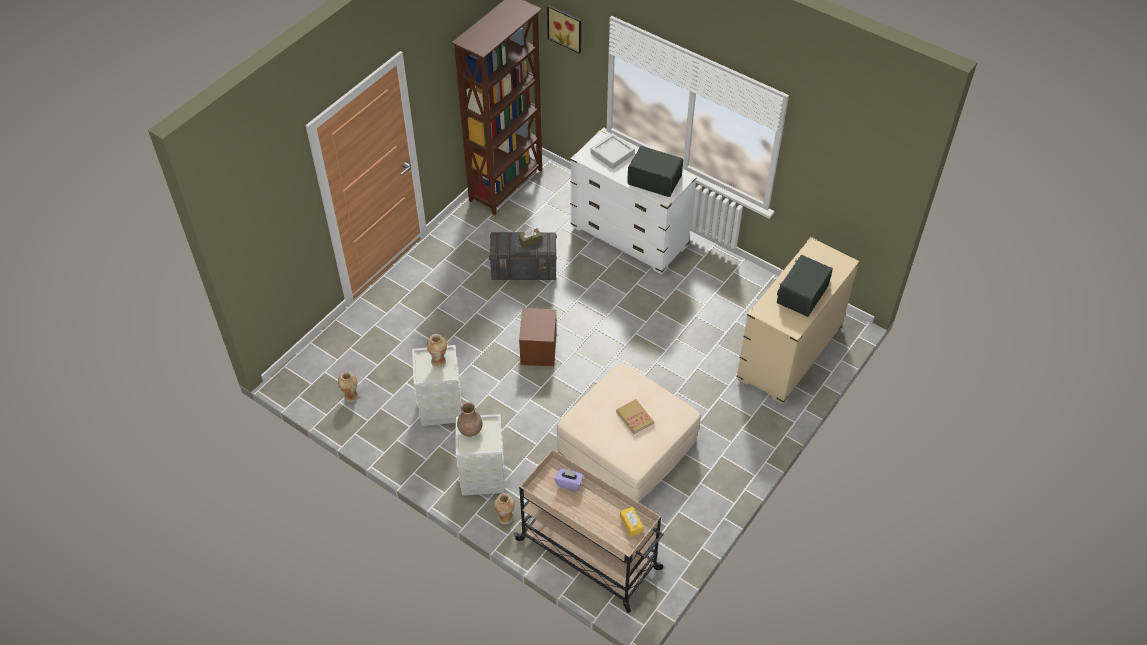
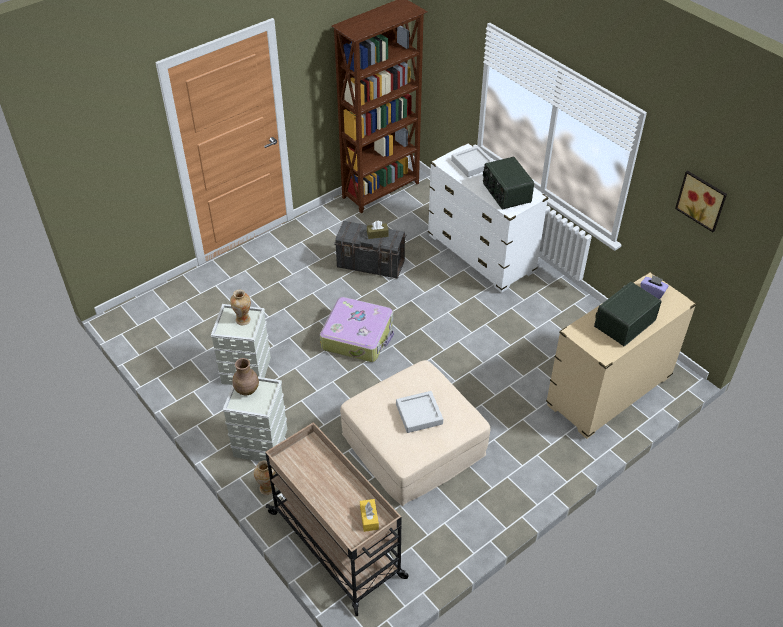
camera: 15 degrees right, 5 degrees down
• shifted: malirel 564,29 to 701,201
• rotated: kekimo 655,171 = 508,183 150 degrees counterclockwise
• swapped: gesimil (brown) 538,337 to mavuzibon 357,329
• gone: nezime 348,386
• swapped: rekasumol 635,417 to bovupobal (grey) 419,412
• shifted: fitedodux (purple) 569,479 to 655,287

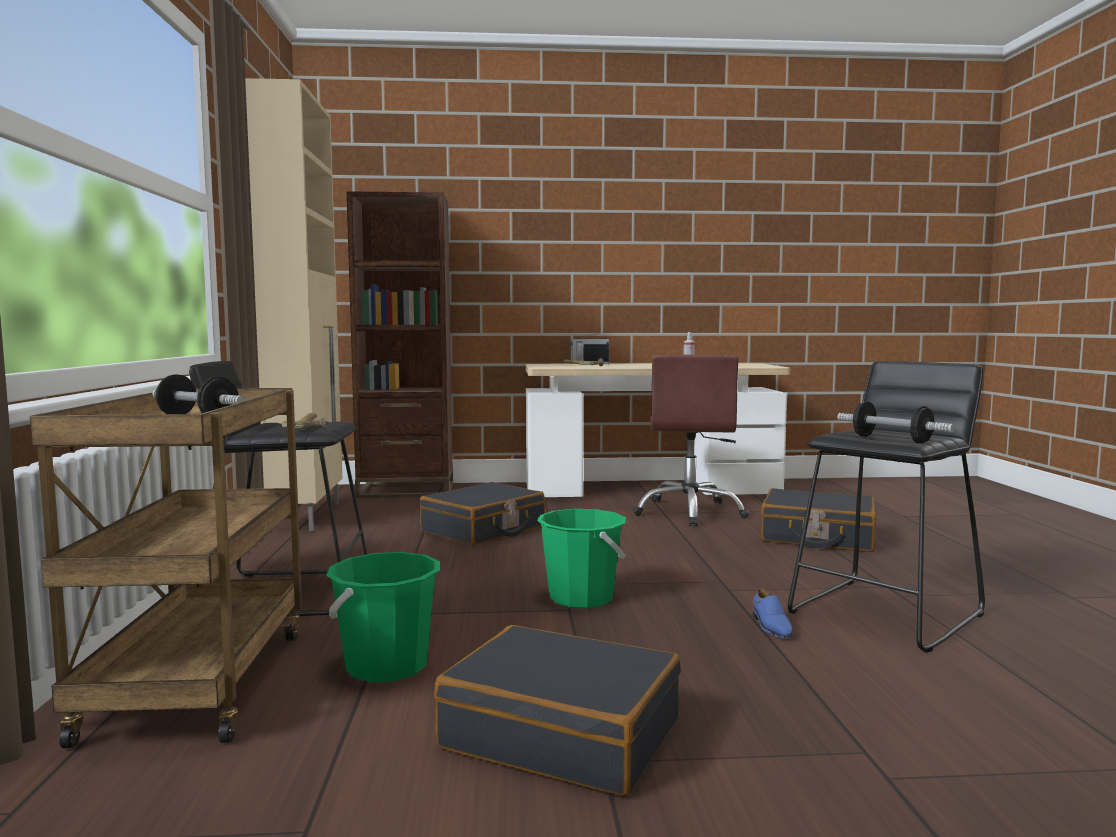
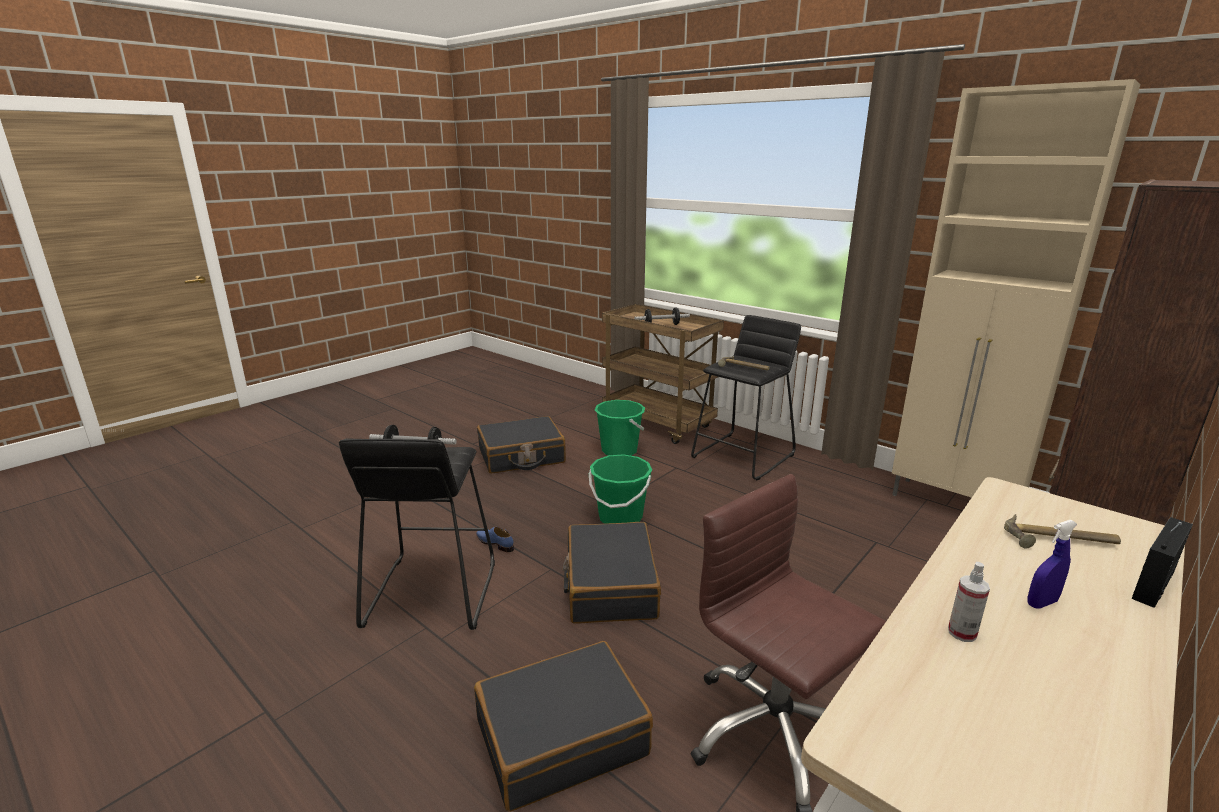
camera: 135 degrees right, 15 degrees up
• shifted: mavuzibon (black) 482,513 to 611,573
• new: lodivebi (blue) 1052,564

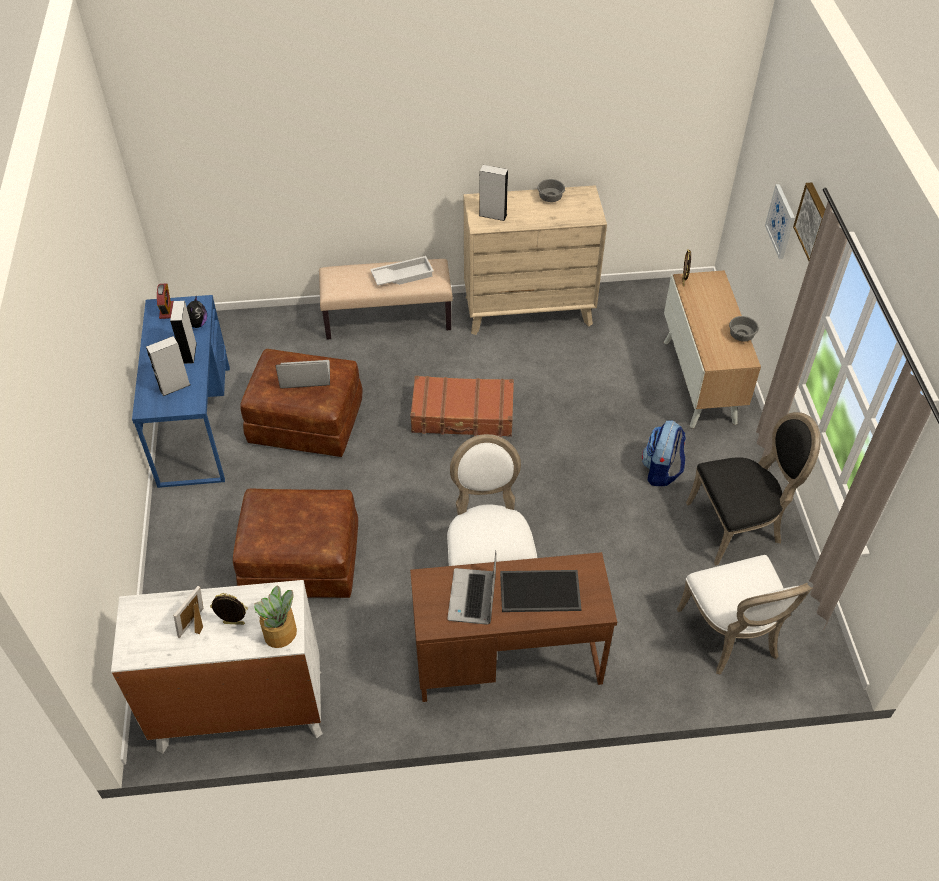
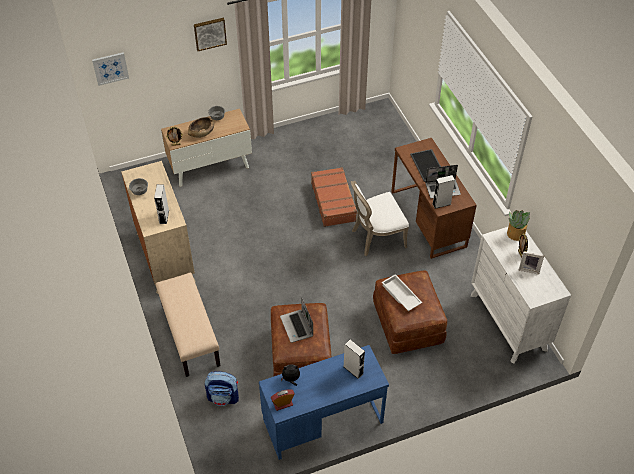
camera: 105 degrees left, 0 degrees up
• shifted: malirel 780,221 to 110,69
• shifted: bovupobal (white) 402,271 to 402,292
• shifted: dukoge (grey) 183,332 to 444,192
• shifted: mavuzibon (brown) 462,406 to 334,197
• gone: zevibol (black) 753,488
• shifted: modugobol 664,453 to 222,388
• gone: zevibol (white) 745,615
• new: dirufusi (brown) 201,127

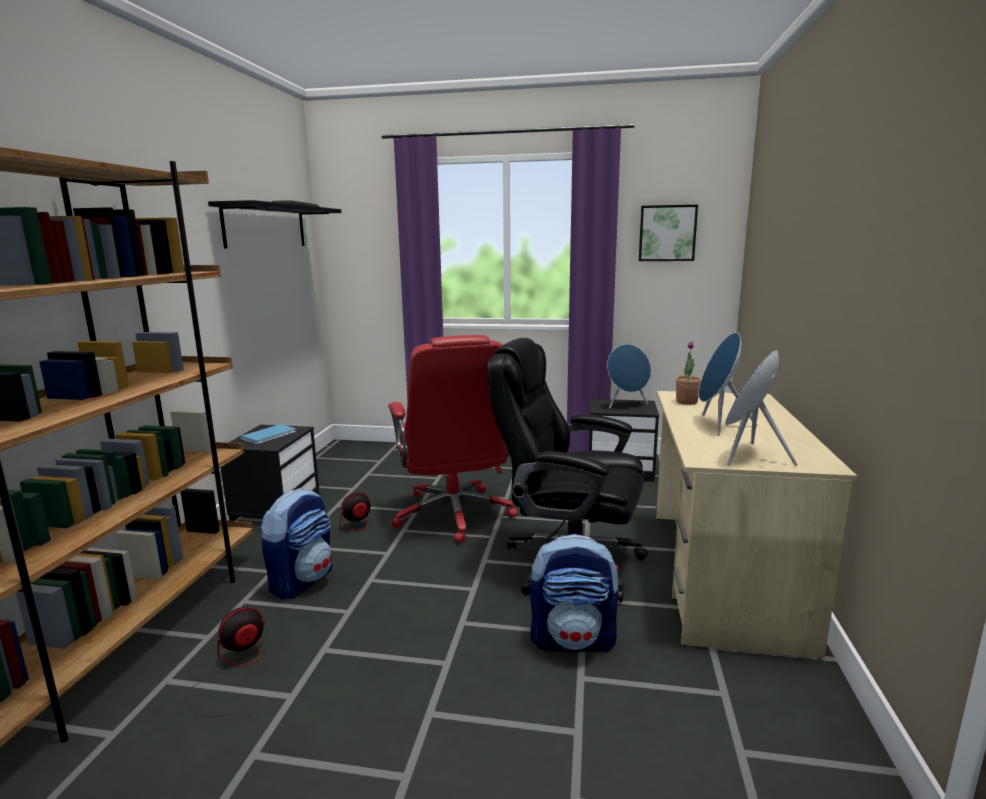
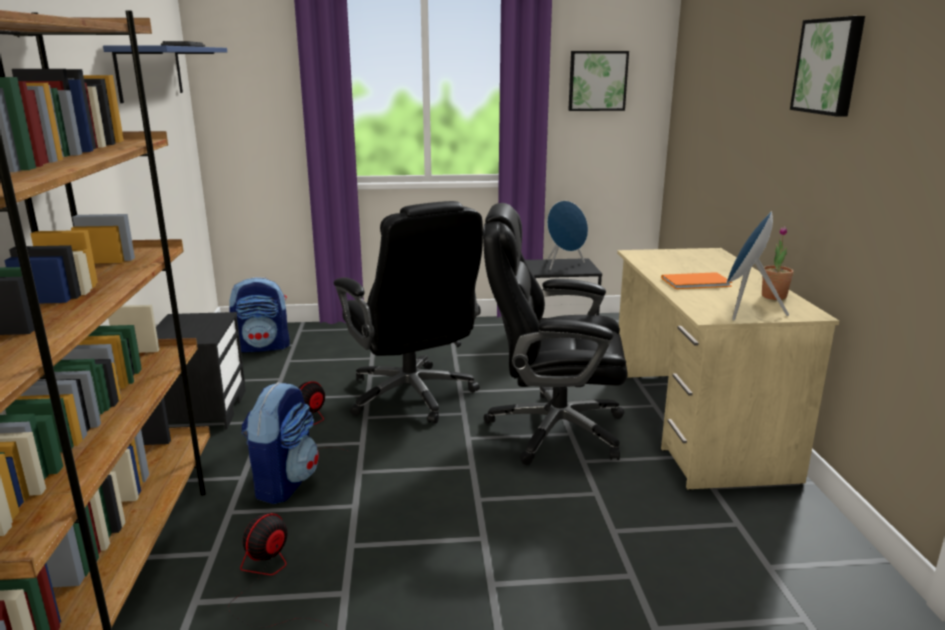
camera: 15 degrees left, 5 degrees up
• repainted: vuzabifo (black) 275,224 to vuzabifo (blue) 165,74
• swapped: dukoge (blue) 728,384 to rekasumol (orange) 696,280
• repainted: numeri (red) 452,439 to numeri (black) 408,312
• shifted: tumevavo 688,373 to 777,263
• gone: rekasumol (blue) 268,434
• shifted: modugobol 575,593 to 259,314
• new: malirel 827,66

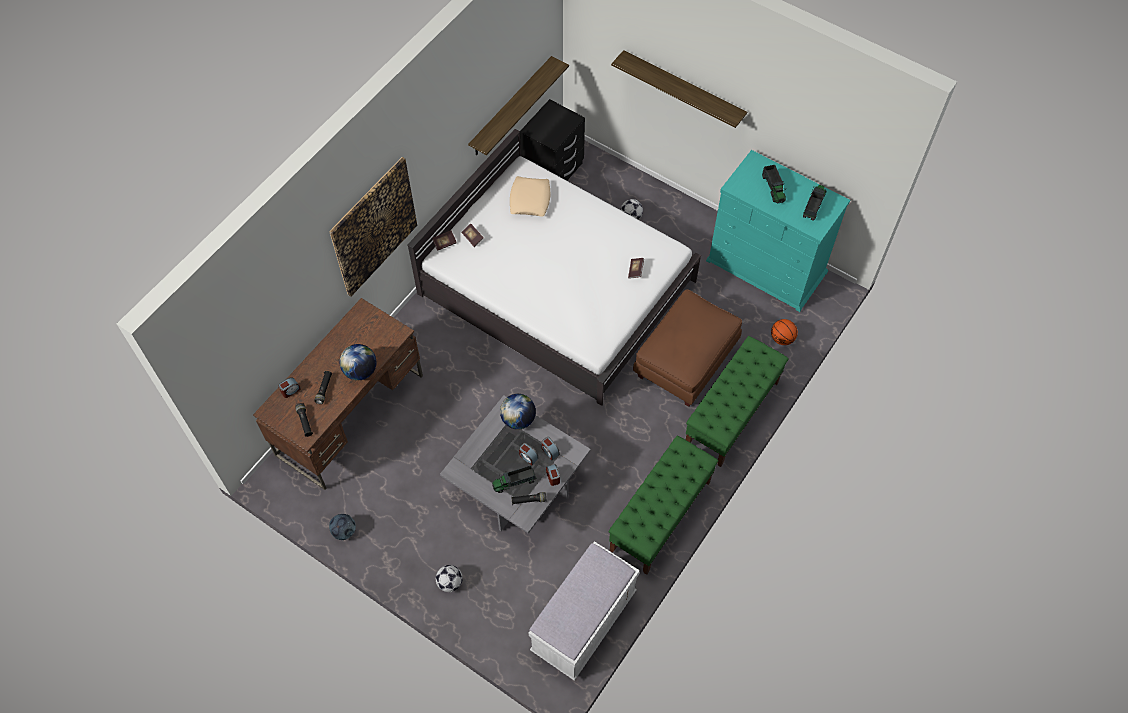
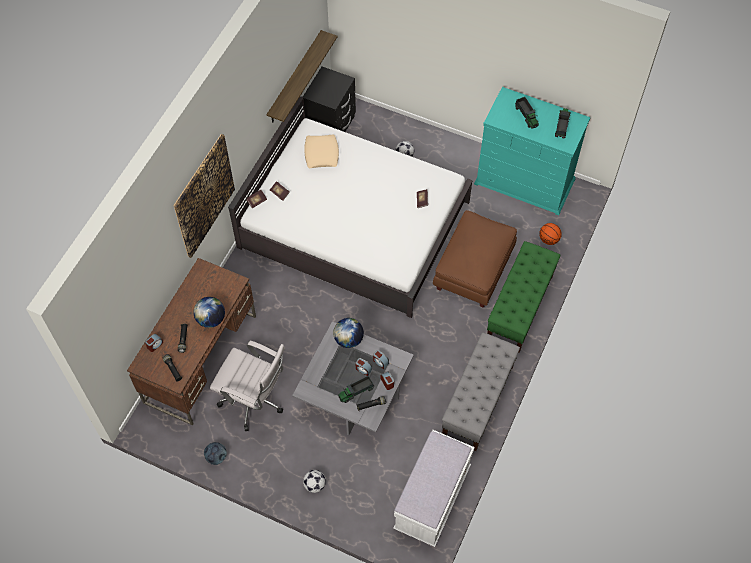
camera: 10 degrees left, 0 degrees up
• gone: vuzabifo 679,89
• repainted: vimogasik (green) 663,505 to vimogasik (grey) 481,391
• new: numeri (white) 247,386

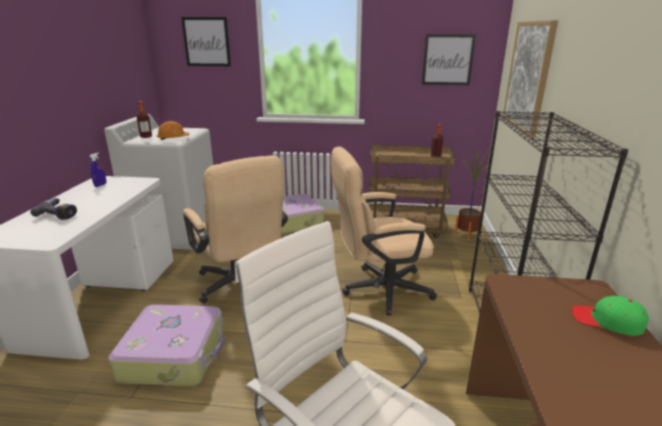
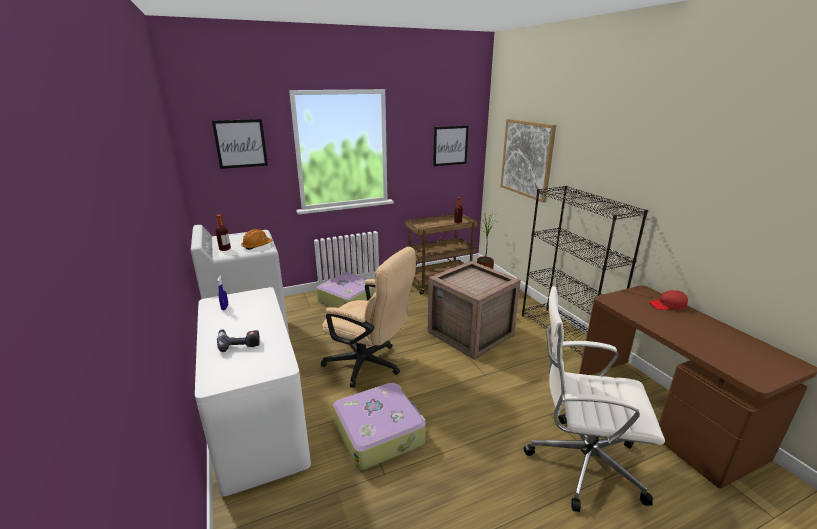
camera: 30 degrees left, 0 degrees up
• swapped: numeri (beige) 384,231 to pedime 474,310
• repainted: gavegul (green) 610,316 to gavegul (red) 668,300

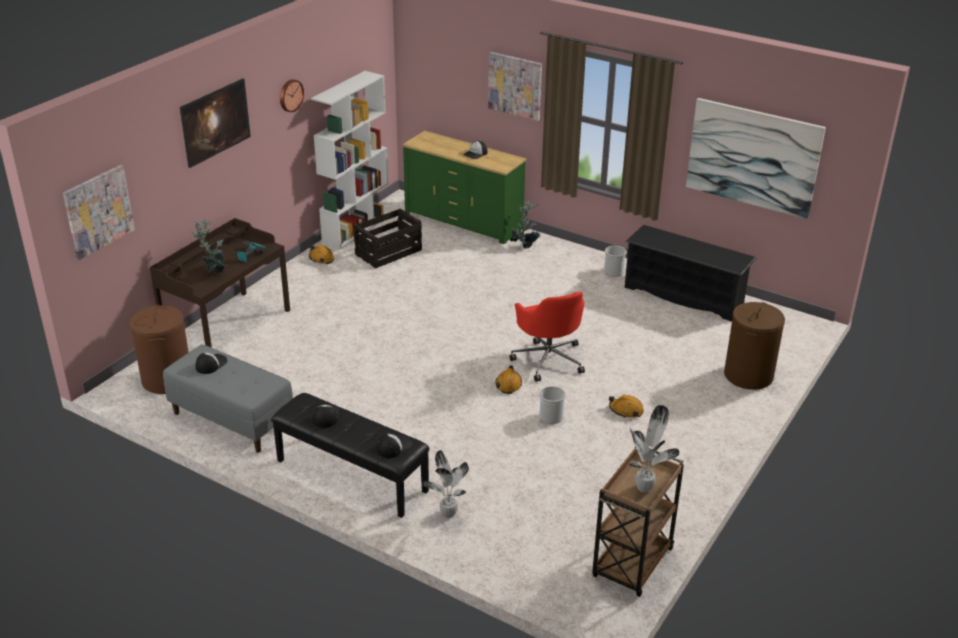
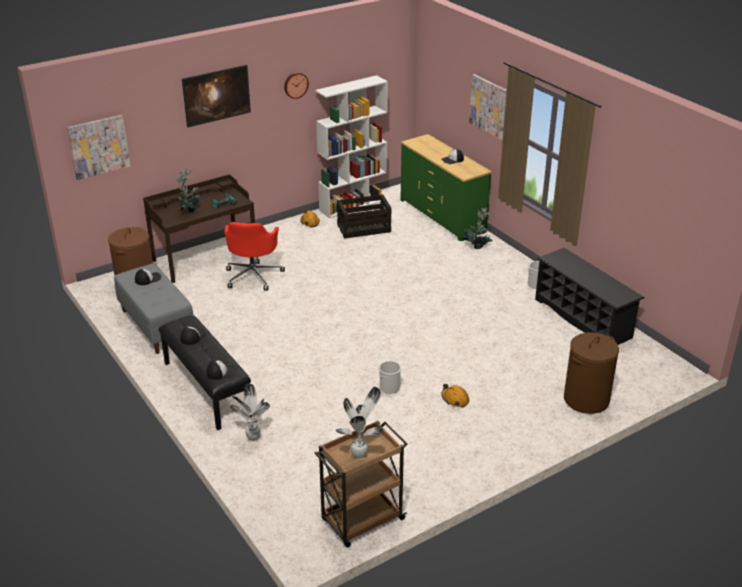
camera: 25 degrees right, 0 degrees up
• gone: malirel 756,158
• shifted: numeri (red) 547,337 to 254,256
• gone: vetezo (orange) 508,379

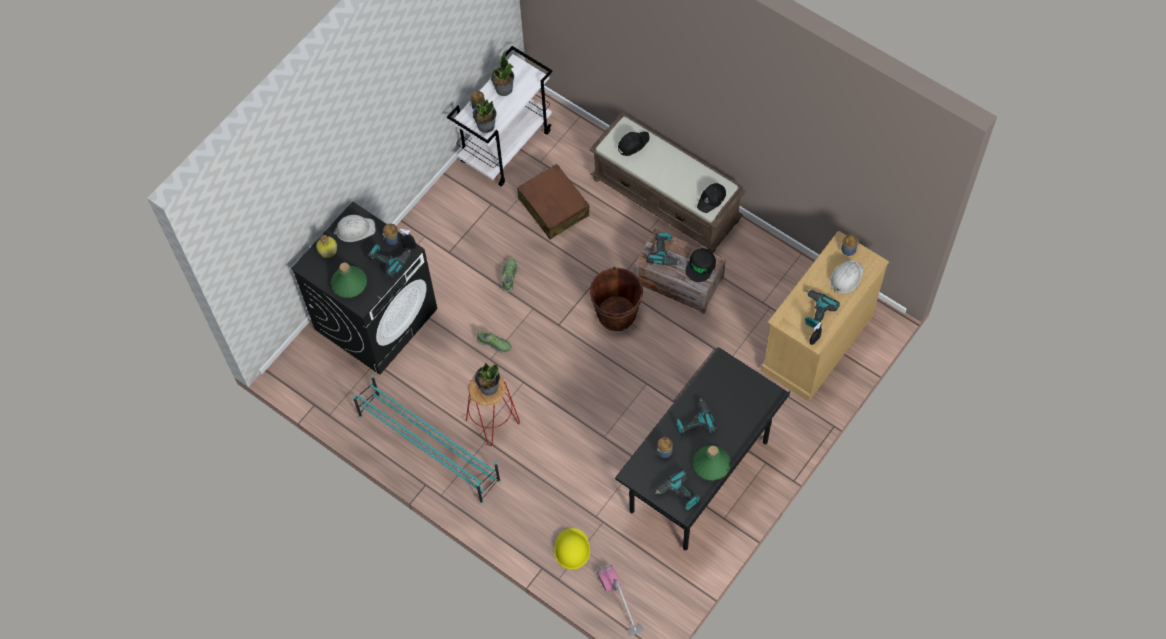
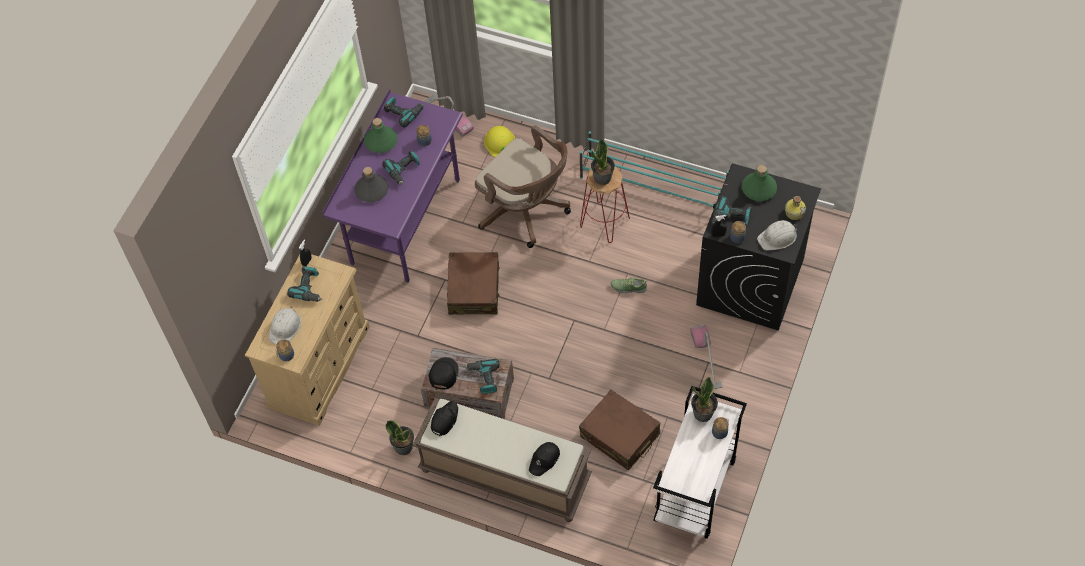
camera: 165 degrees right, 5 degrees down
• shifted: tumevavo 502,73 to 400,437
• gone: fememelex 509,275
• gone: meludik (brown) 616,299
• repainted: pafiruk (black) 702,449 to pafiruk (purple) 392,186
• new: numeri (brown) 523,186
• new: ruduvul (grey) 371,184
• new: mavuzibon (brown) 473,283
• new: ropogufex 706,357

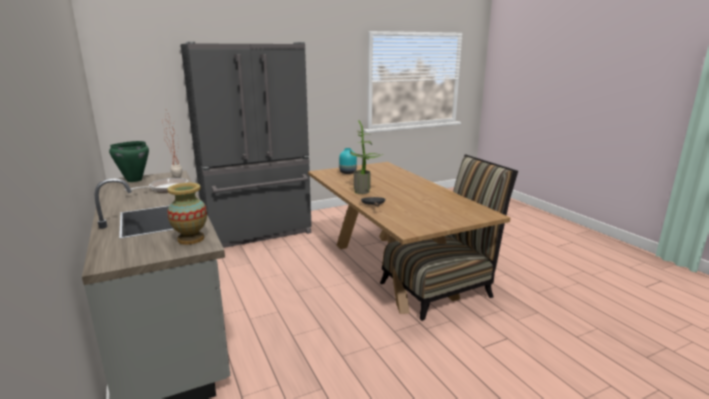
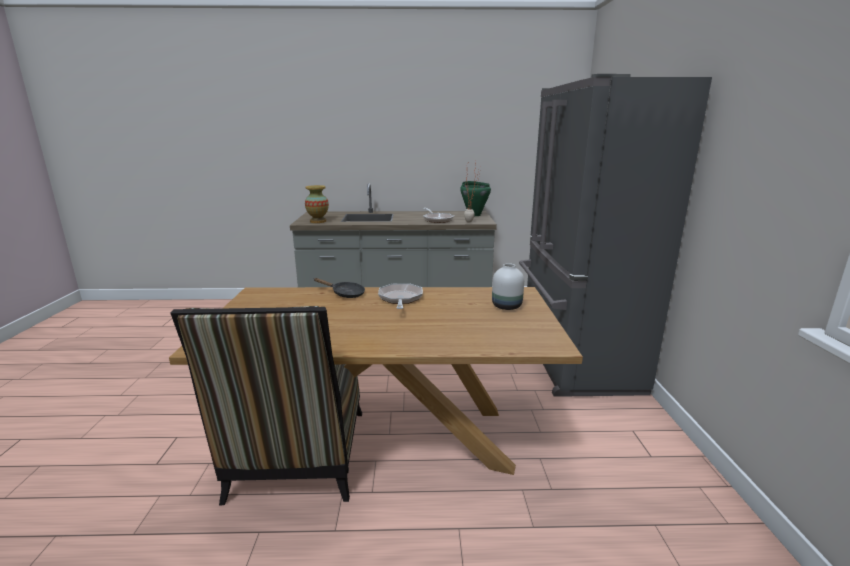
camera: 115 degrees right, 0 degrees up
• swapped: tumevavo 367,157 to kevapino 400,296
• repainted: nezime (turquoise) 348,161 to nezime (white) 508,286

